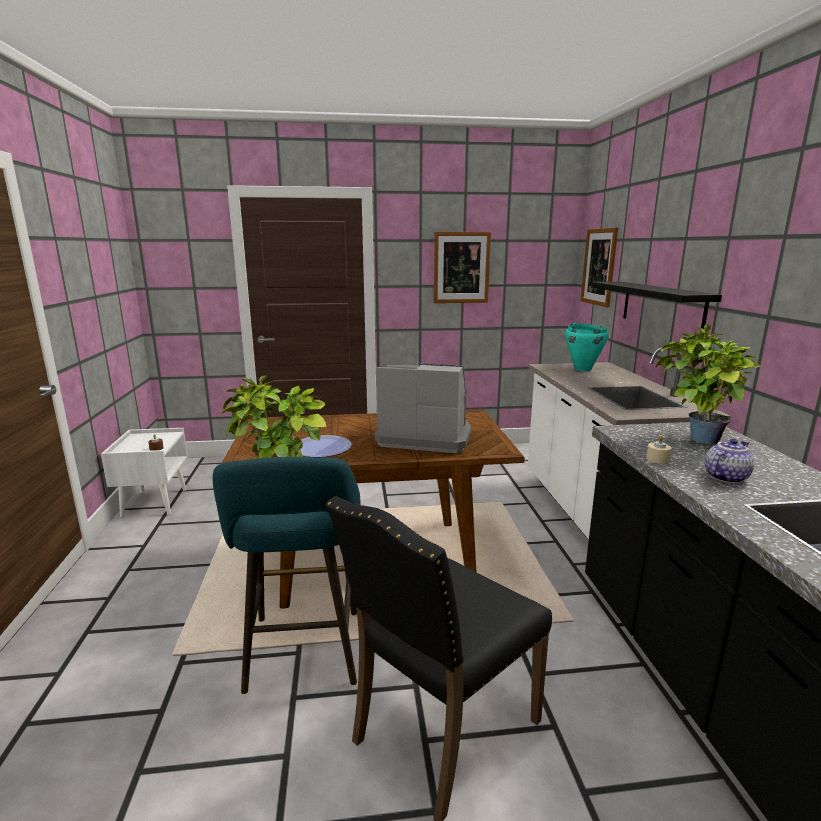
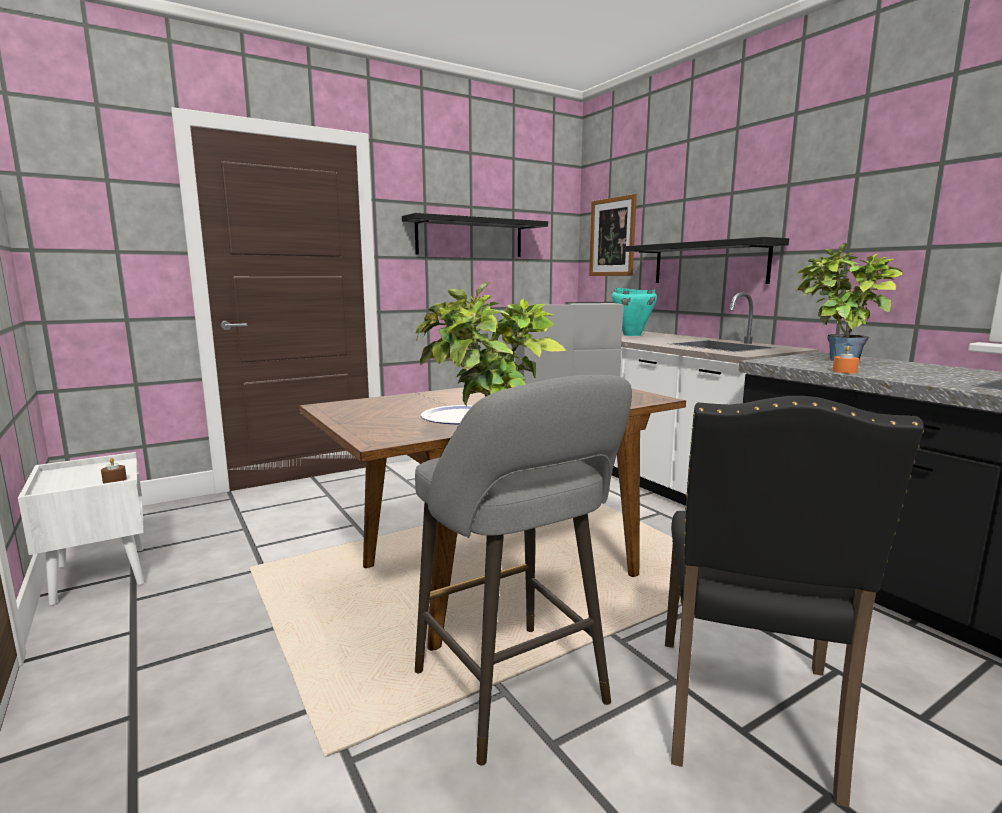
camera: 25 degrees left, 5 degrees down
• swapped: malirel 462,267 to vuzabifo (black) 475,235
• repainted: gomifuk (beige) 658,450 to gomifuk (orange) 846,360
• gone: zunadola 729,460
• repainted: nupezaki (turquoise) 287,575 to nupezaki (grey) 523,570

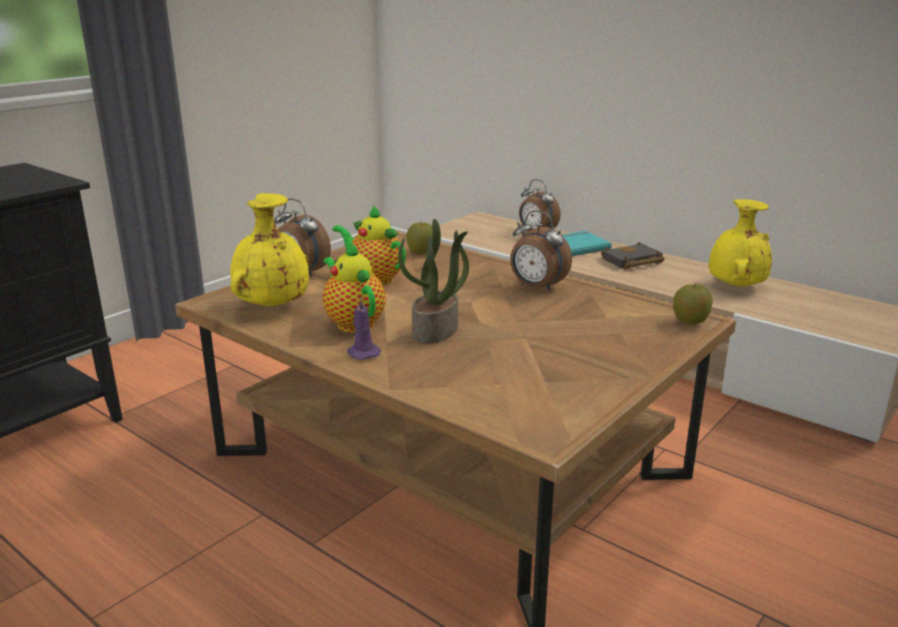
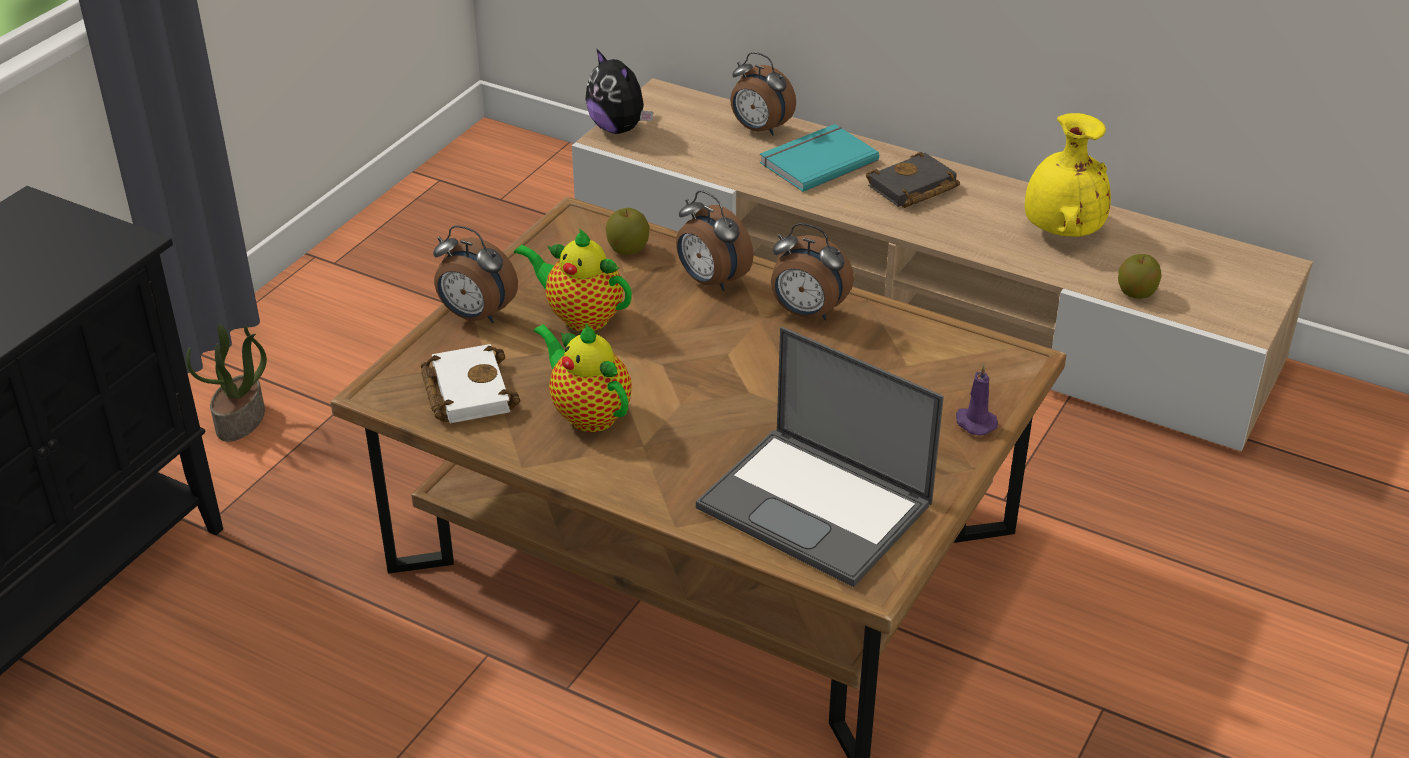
camera: 10 degrees left, 15 degrees up
• swapped: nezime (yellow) 269,249 to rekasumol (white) 470,383
• shifted: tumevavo 433,281 to 226,382
• shifted: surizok 693,303 to 1139,276
• shifted: gomifuk (purple) 364,328 to 977,400
• new: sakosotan 619,91
• new: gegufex 715,240
• new: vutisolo 820,457

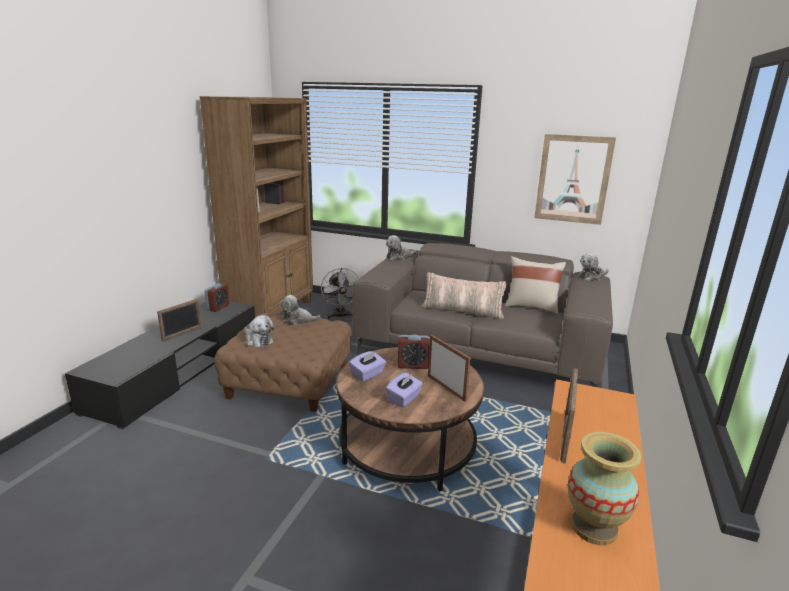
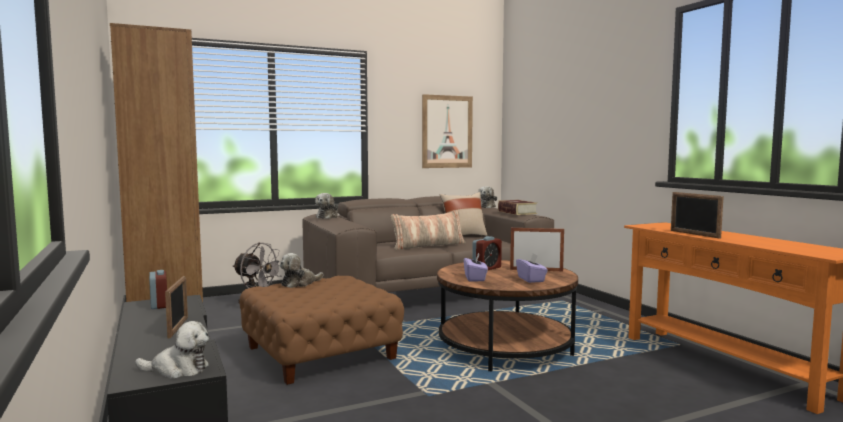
camera: 45 degrees left, 15 degrees down
• shifted: sakosotan 259,331 to 172,350
• gone: nezime 605,488
• new: rekasumol 518,207

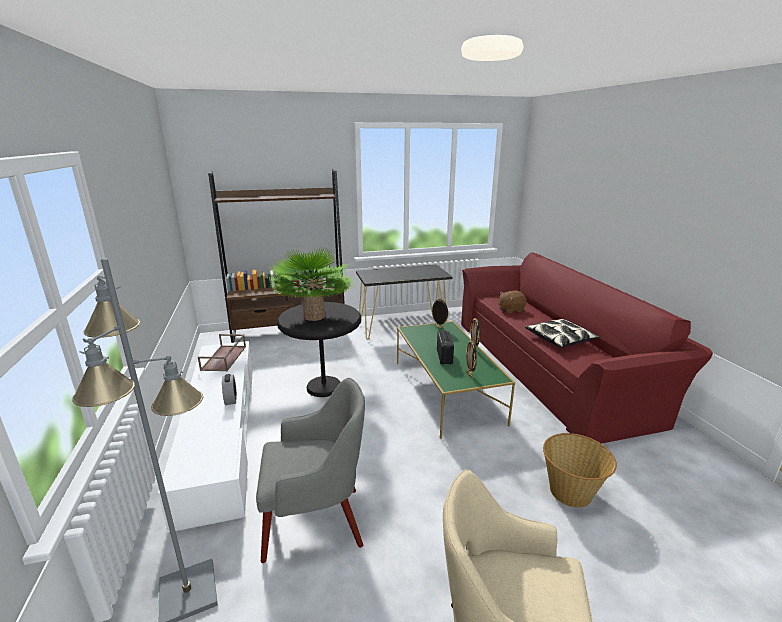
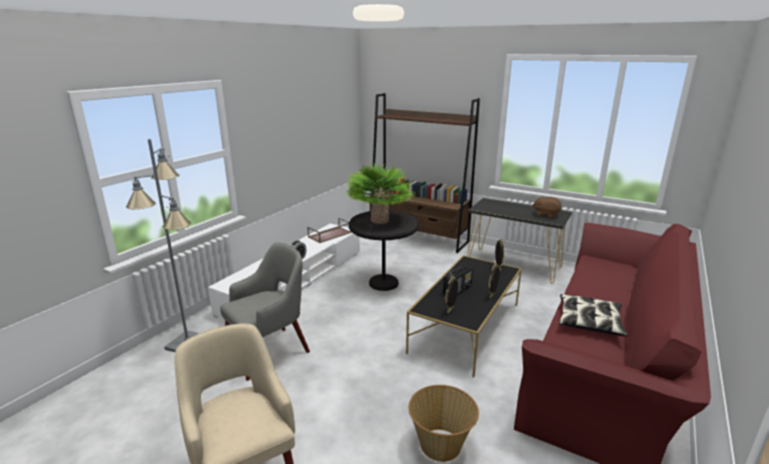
camera: 45 degrees right, 0 degrees up
• shifted: sakosotan (brown) 512,302 to 547,207
• repainted: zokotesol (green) 456,380 to zokotesol (black) 464,316
• rotated: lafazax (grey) 310,470 = 265,312 75 degrees counterclockwise

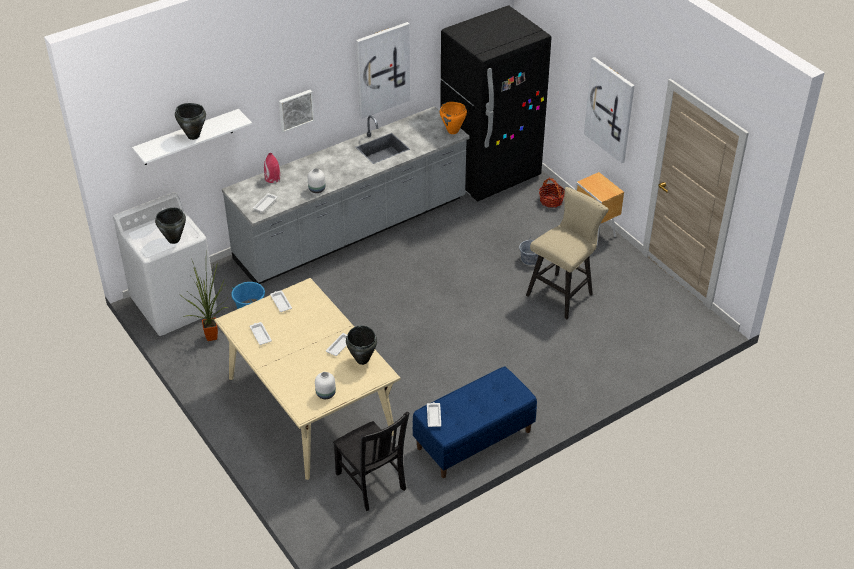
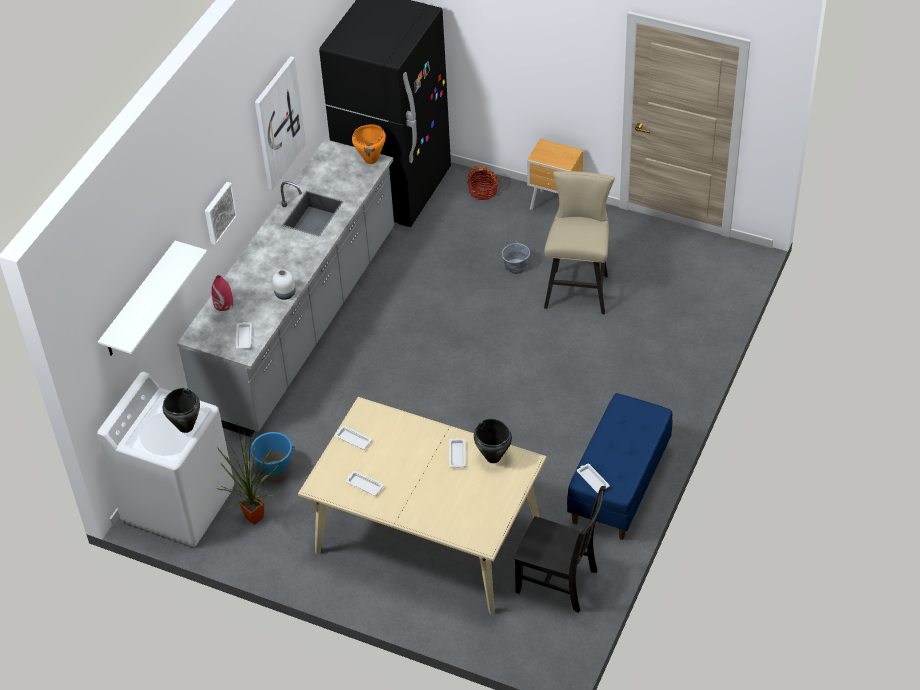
camera: 30 degrees left, 5 degrees up
• gone: malirel 609,110
• gone: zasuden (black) 190,121
• gone: nezime (white) 325,385

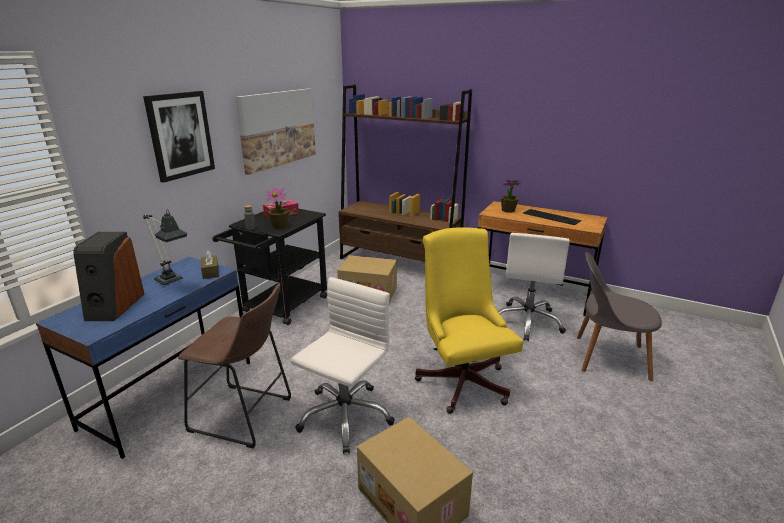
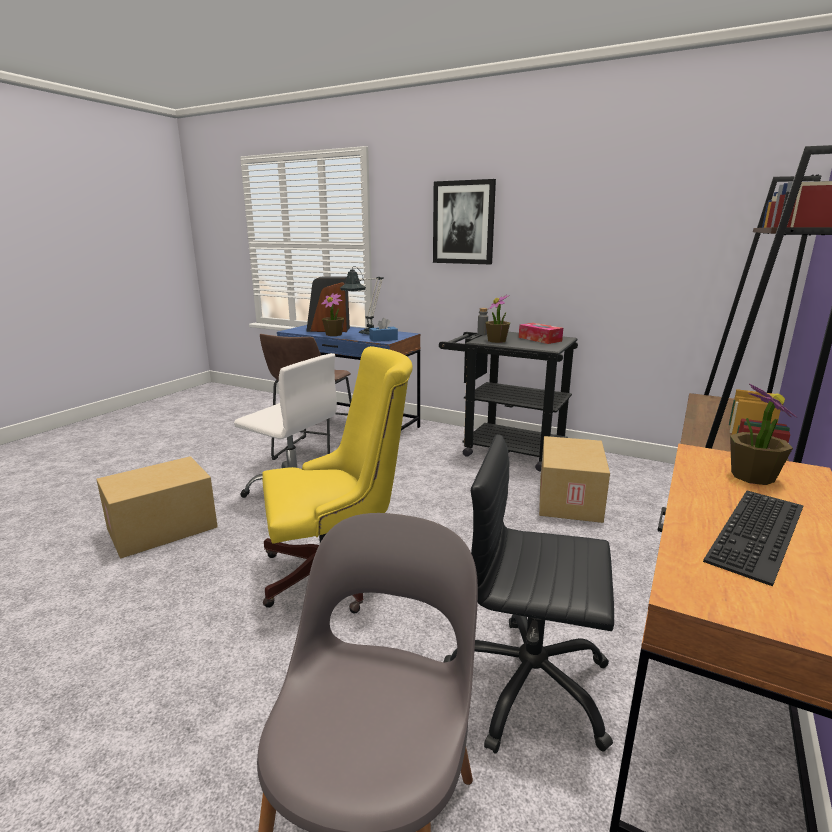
camera: 90 degrees right, 5 degrees down
• gone: malirel 275,131
• repainted: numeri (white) 534,287 to numeri (black) 529,594
• repainted: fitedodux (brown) 210,264 to fitedodux (blue) 383,330
• new: tumevavo 332,314

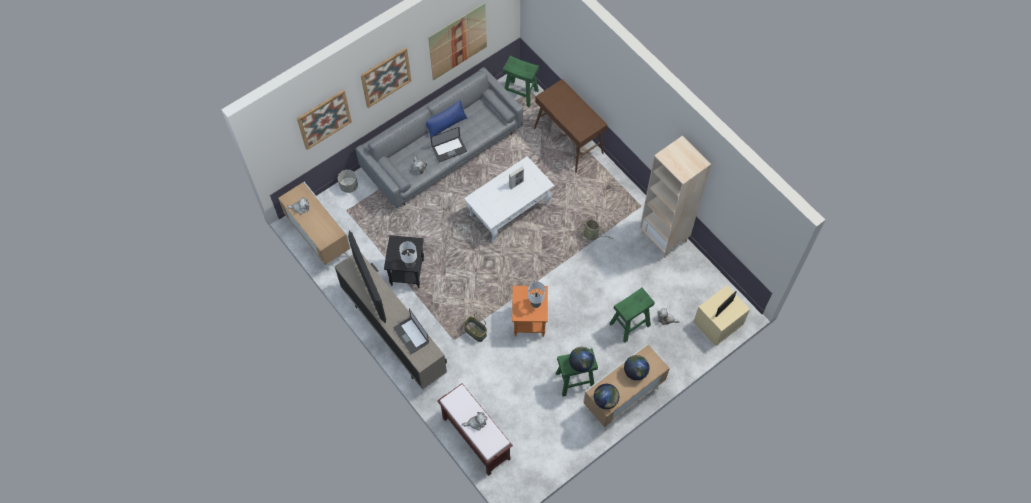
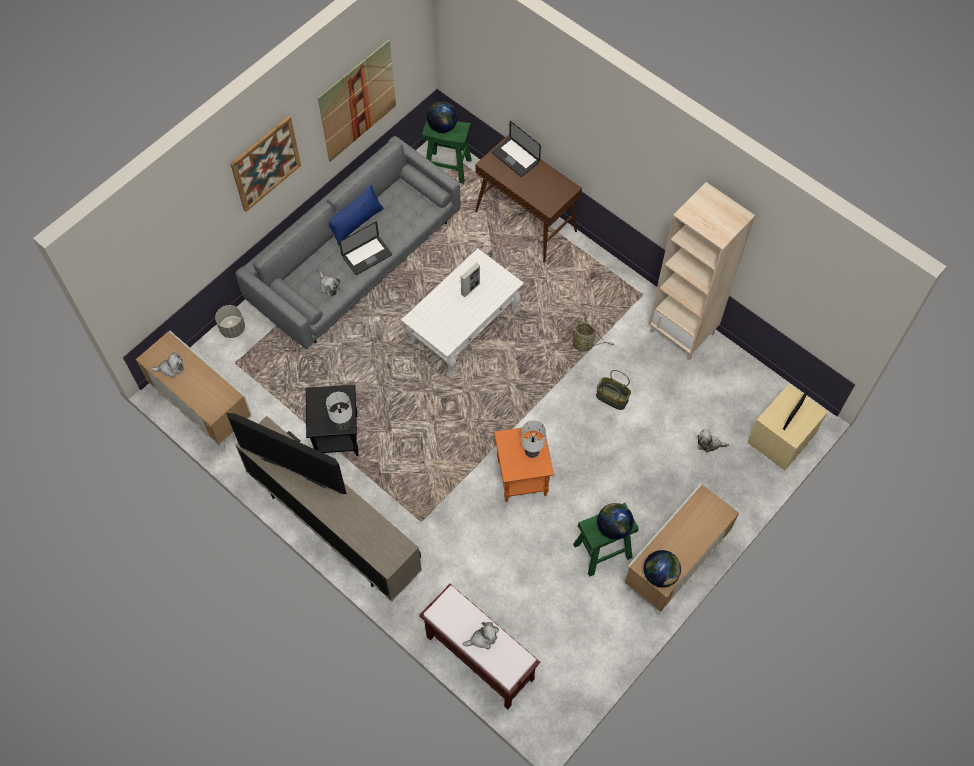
camera: 10 degrees left, 0 degrees up
• gone: malirel 324,120
• rotated: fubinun 367,276 = 286,453 150 degrees clockwise
• gone: nupezaki (green) 632,315
• shifted: vutisolo 411,331 to 516,149
• shifted: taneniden 475,327 to 613,390
• shifted: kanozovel 637,367 to 442,117

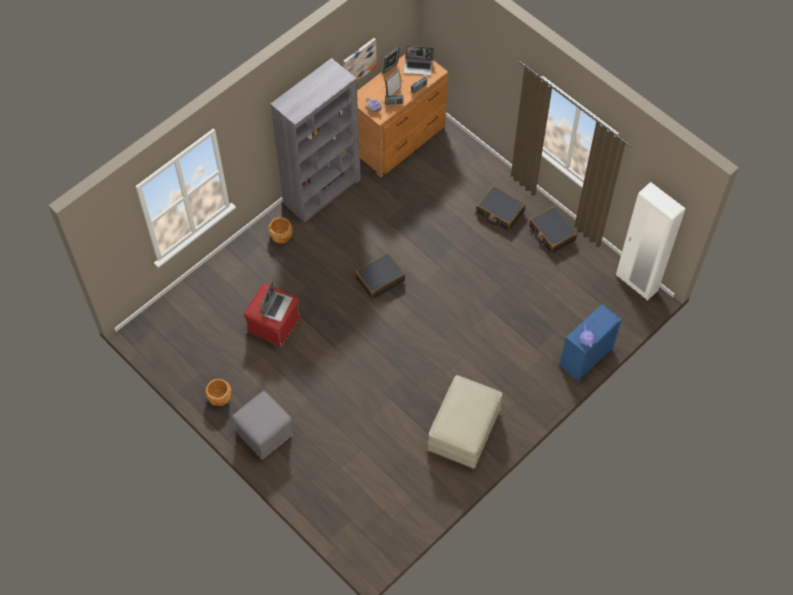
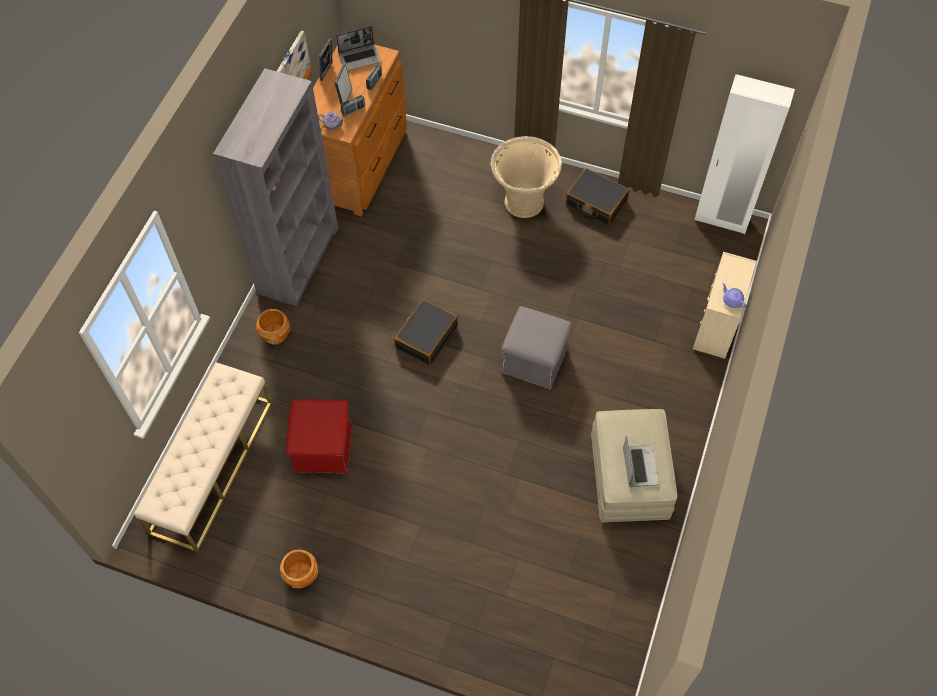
camera: 25 degrees left, 0 degrees up
• swapped: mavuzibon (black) 501,208 to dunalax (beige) 526,177
• shifted: vutisolo 276,301 to 641,461
• repainted: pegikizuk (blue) 591,342 to pegikizuk (beige) 725,305
• shifted: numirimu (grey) 262,425 to 536,347
• new: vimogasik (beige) 203,457

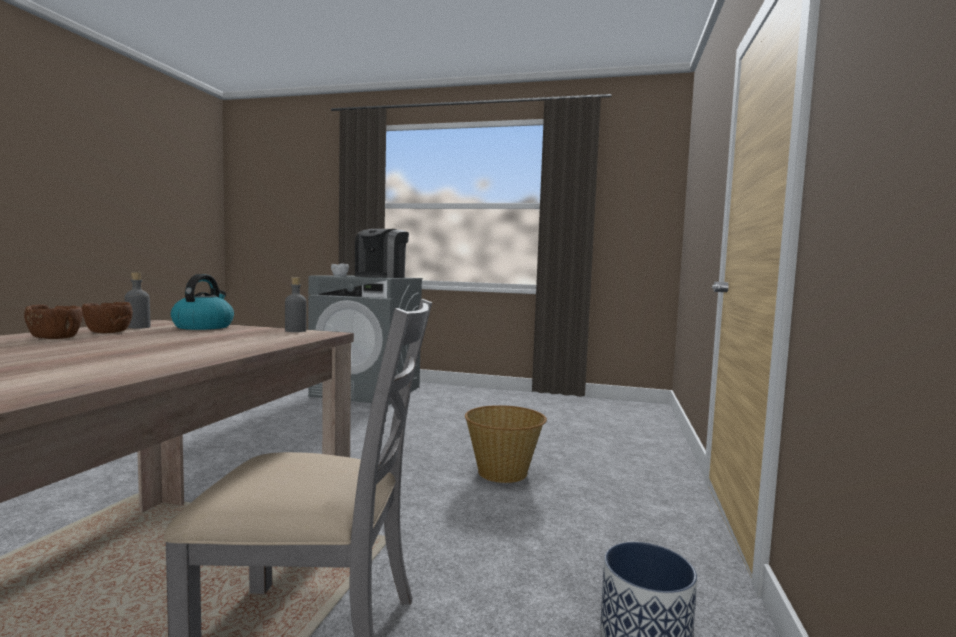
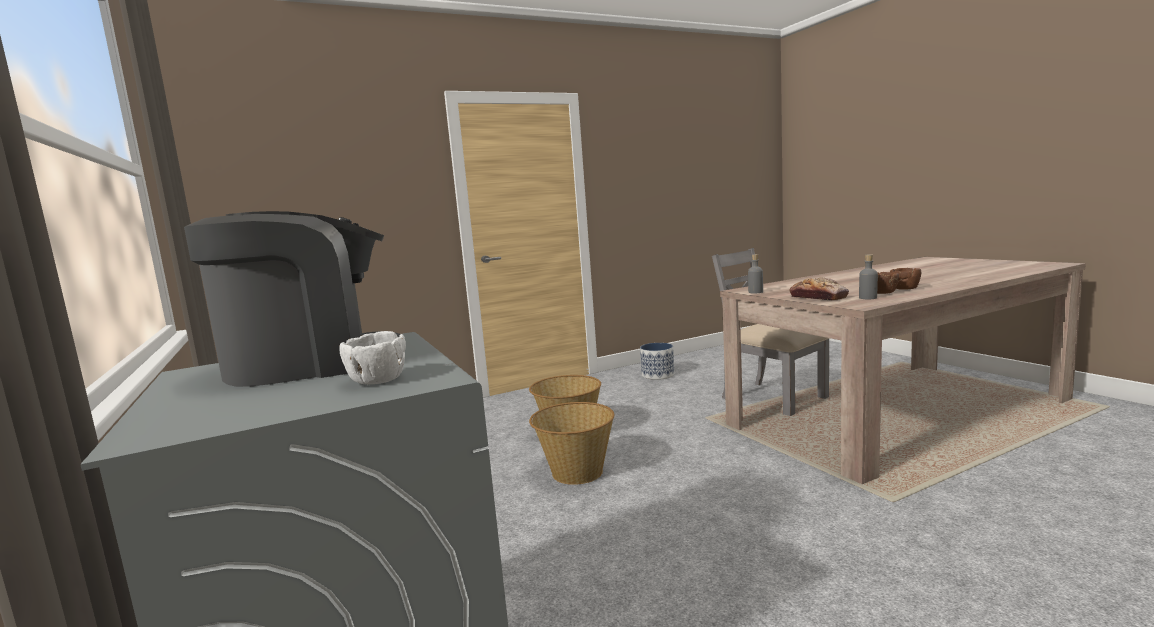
camera: 130 degrees left, 5 degrees up
• swapped: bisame 202,302 to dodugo 819,288
• new: taneniden 571,443

